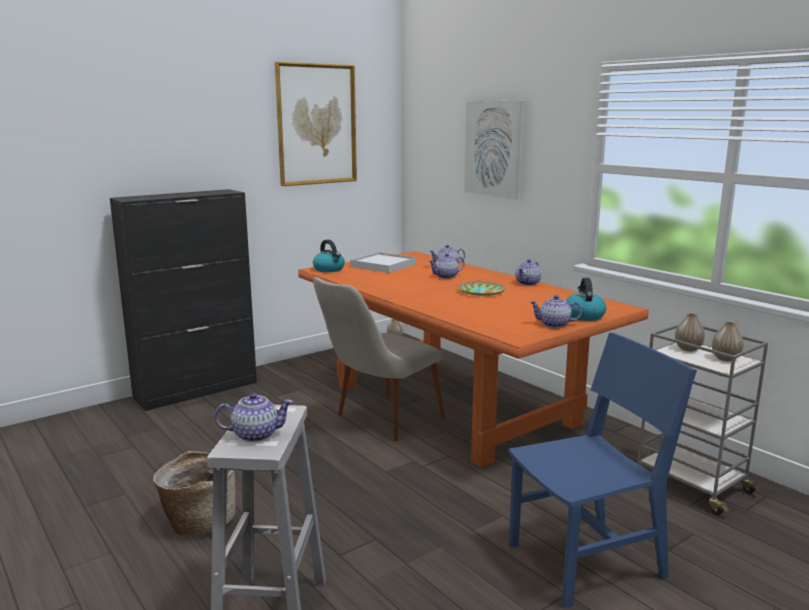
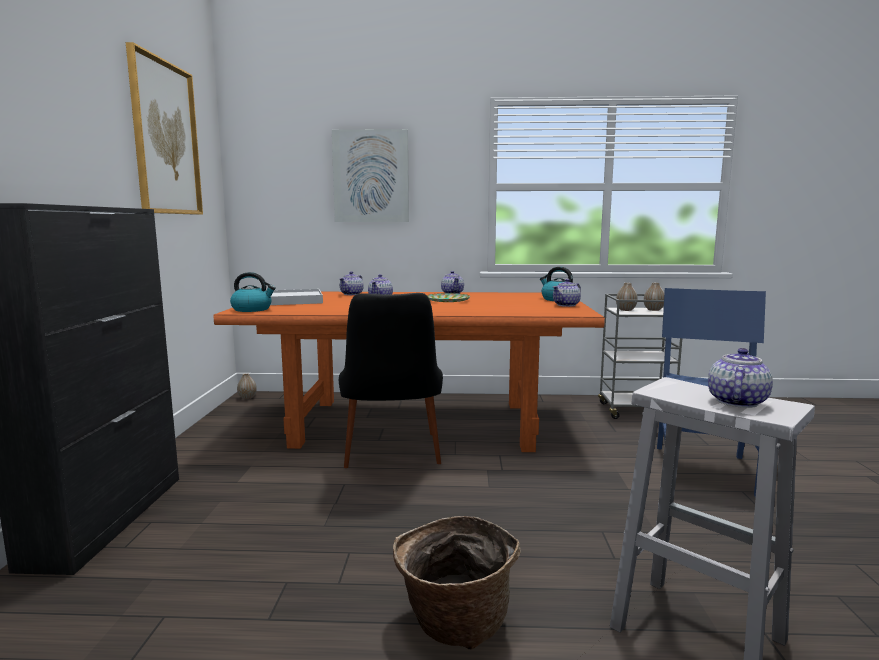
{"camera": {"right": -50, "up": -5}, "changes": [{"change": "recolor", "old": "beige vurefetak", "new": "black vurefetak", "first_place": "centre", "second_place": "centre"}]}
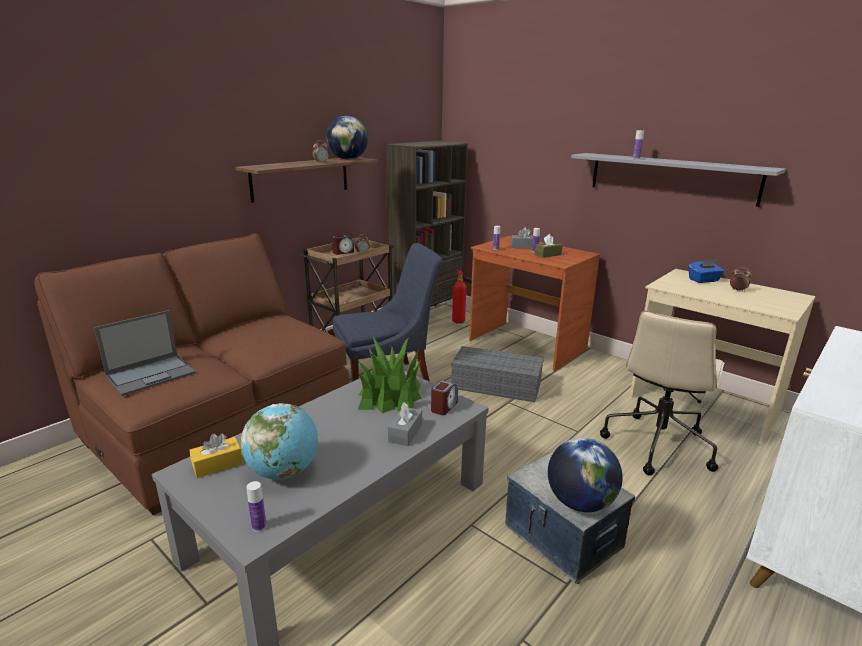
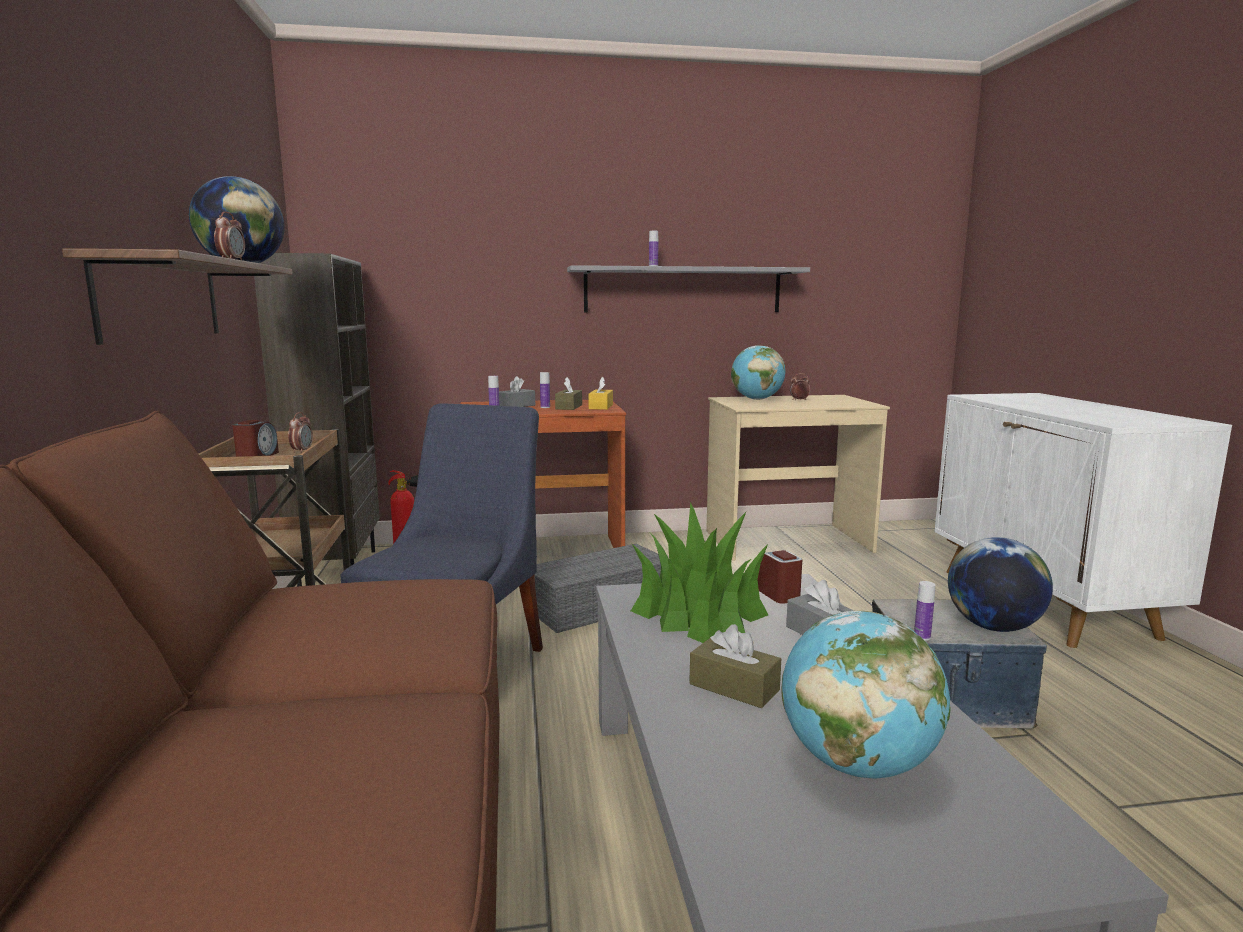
{"camera": {"right": -50, "up": -10}, "changes": [{"change": "delete", "old": "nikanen", "first_place": "middle left"}, {"change": "move", "old": "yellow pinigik", "first_place": "bottom left", "second_place": "centre"}, {"change": "move", "old": "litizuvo (1st from left in the first image)", "new": "litizuvo (4th from left)", "first_place": "bottom left", "second_place": "middle right"}, {"change": "delete", "old": "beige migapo", "first_place": "middle right"}, {"change": "replace", "old": "blue pinigik", "new": "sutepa (2nd from left)", "first_place": "middle right", "second_place": "centre"}, {"change": "insert", "new": "brown pinigik (2nd from left)", "second_place": "bottom centre"}]}
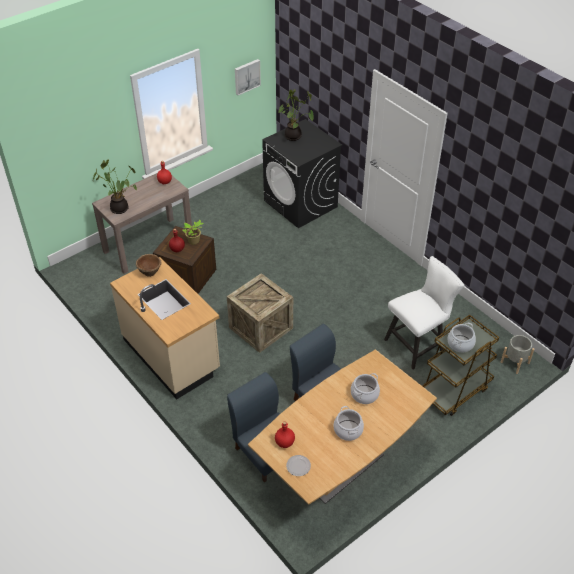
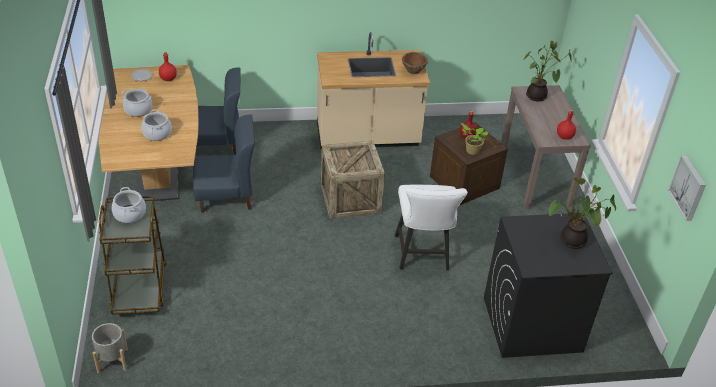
{"camera": {"right": 120, "up": -5}, "changes": [{"change": "move", "old": "white vurefetak", "first_place": "middle right", "second_place": "centre"}]}
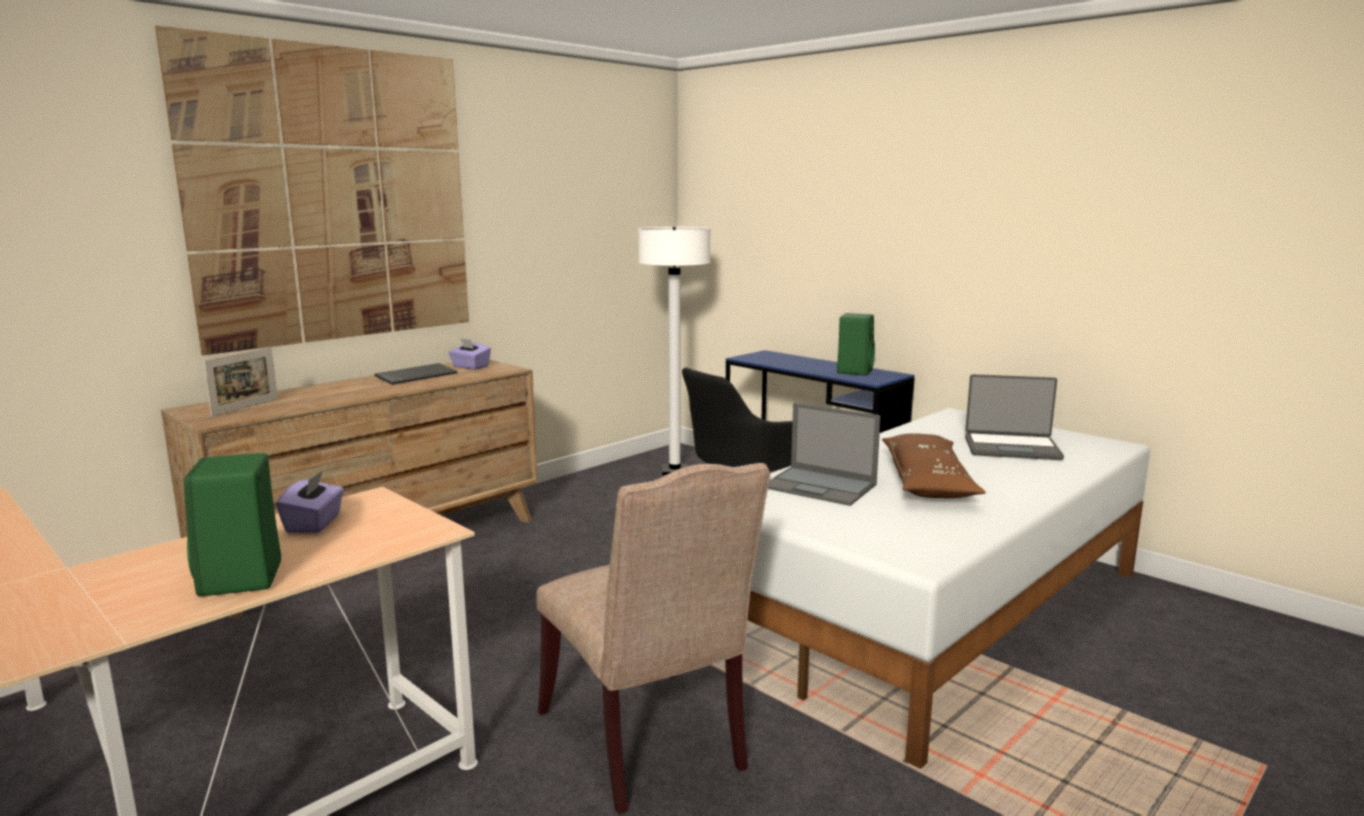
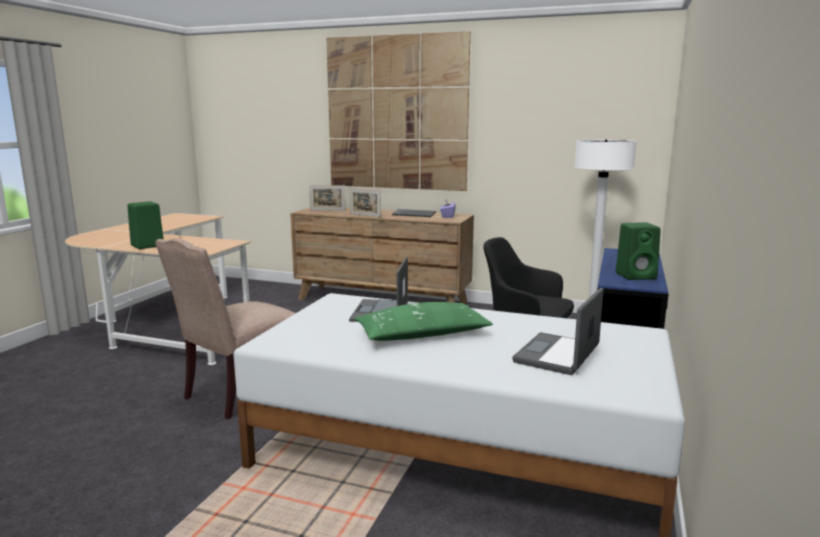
{"camera": {"right": 65, "up": 0}, "changes": [{"change": "delete", "old": "purple pinigik (1st from left)", "first_place": "middle left"}, {"change": "recolor", "old": "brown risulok", "new": "green risulok", "first_place": "middle right", "second_place": "centre"}, {"change": "rotate", "old": "nikanen (2nd from left)", "first_place": "middle right", "second_place": "middle right", "degrees": 45}, {"change": "insert", "new": "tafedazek (2nd from left)", "second_place": "centre"}]}
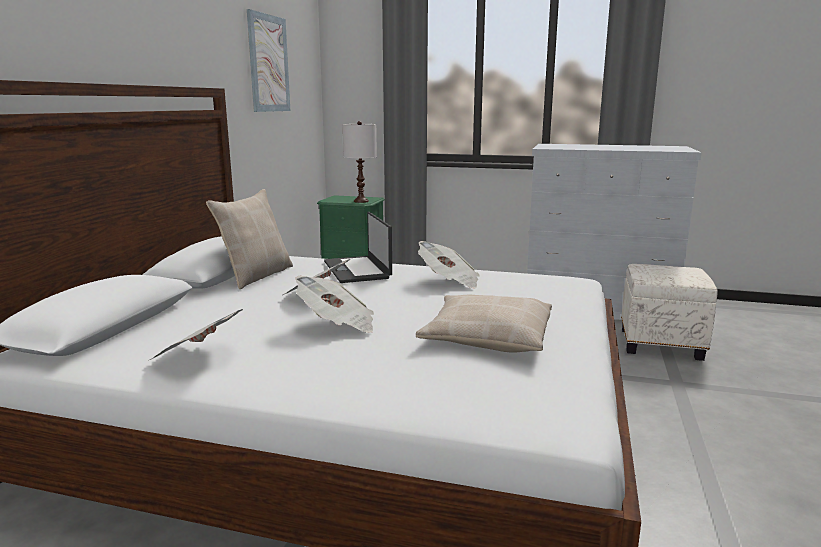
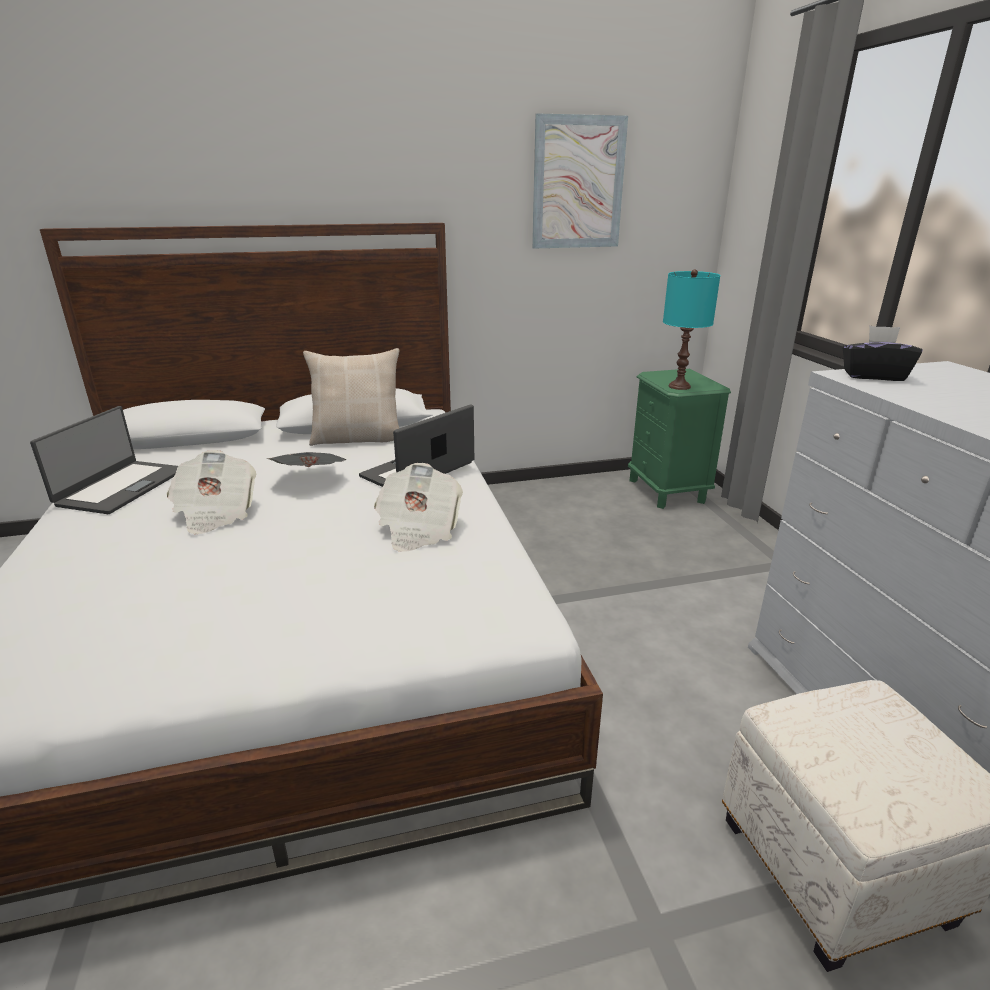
{"camera": {"right": 60, "up": 10}, "changes": [{"change": "replace", "old": "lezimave (1st from left)", "new": "nikanen (1st from left)", "first_place": "middle left", "second_place": "middle left"}, {"change": "recolor", "old": "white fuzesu", "new": "turquoise fuzesu", "first_place": "top centre", "second_place": "top right"}, {"change": "delete", "old": "beige risulok (2nd from left)", "first_place": "centre"}, {"change": "insert", "new": "black pinigik", "second_place": "middle right"}]}
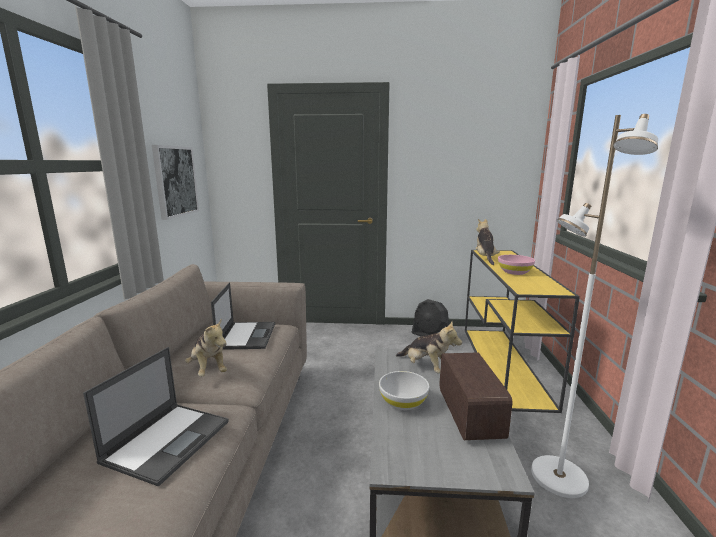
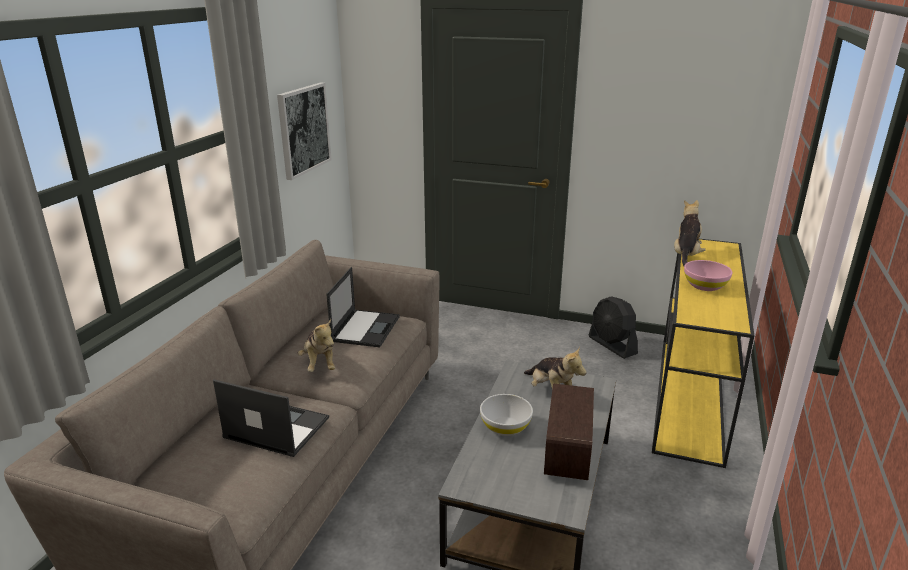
{"camera": {"right": 15, "up": 10}, "changes": [{"change": "rotate", "old": "nikanen (1st from left)", "first_place": "bottom left", "second_place": "bottom left", "degrees": -105}, {"change": "delete", "old": "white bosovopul", "first_place": "middle right"}]}
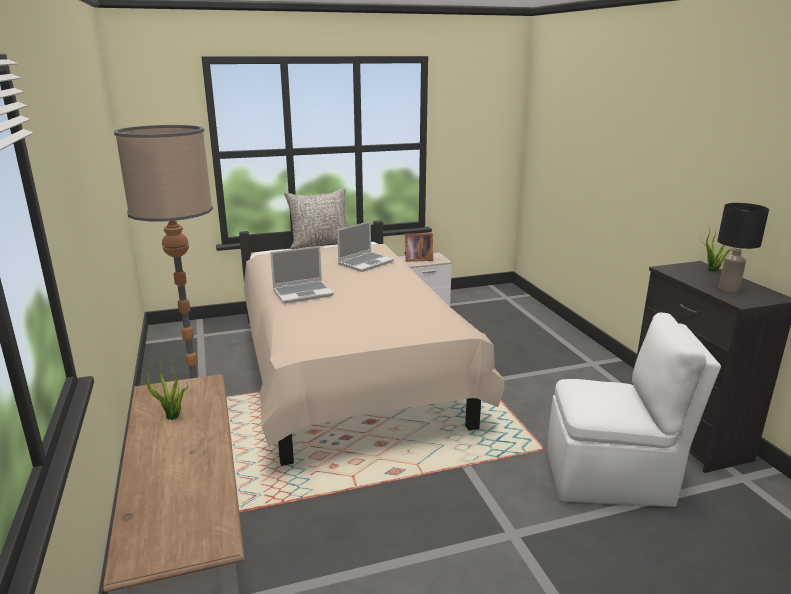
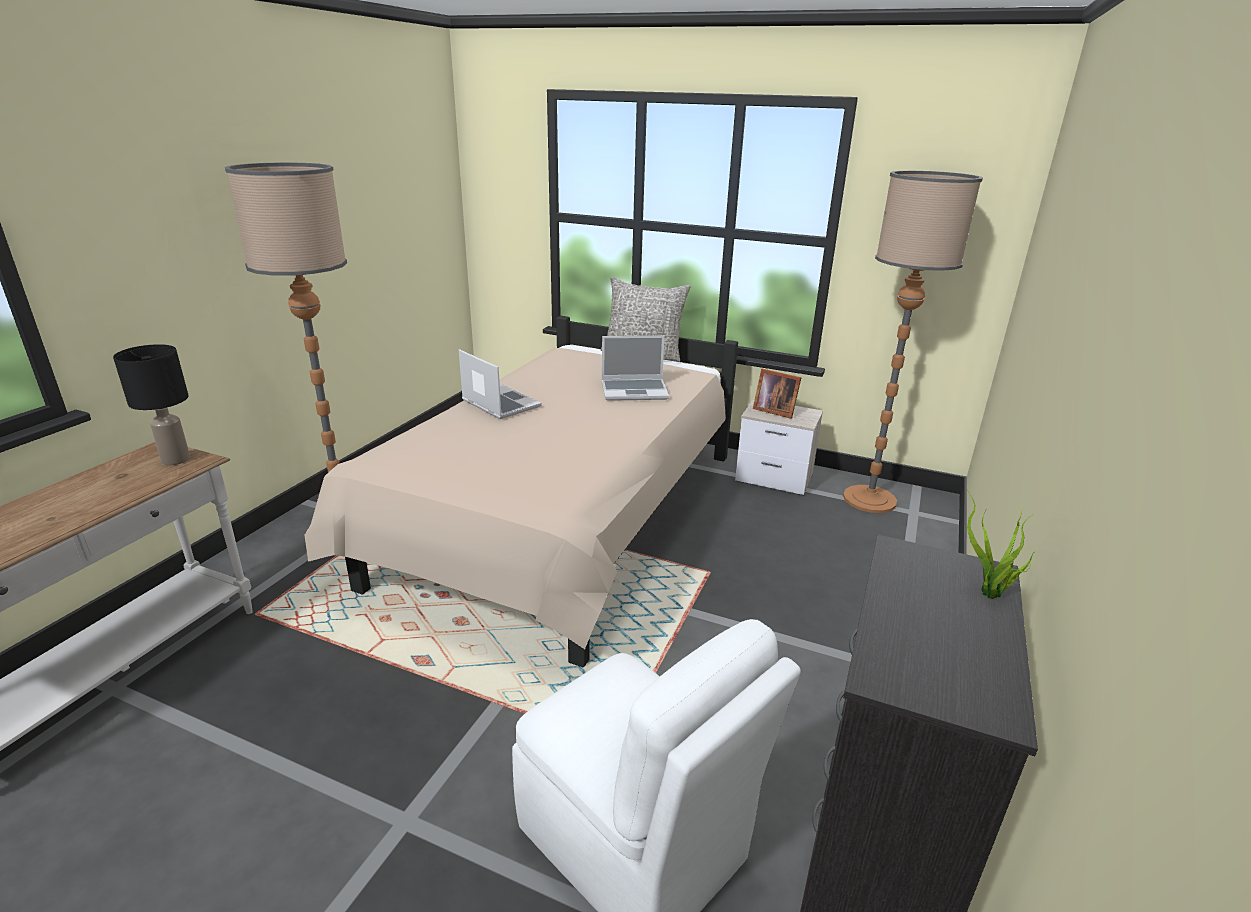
{"camera": {"right": 40, "up": 5}, "changes": [{"change": "delete", "old": "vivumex (1st from left)", "first_place": "middle left"}, {"change": "rotate", "old": "nikanen (1st from left)", "first_place": "centre", "second_place": "centre", "degrees": -150}, {"change": "move", "old": "black fuzesu", "first_place": "middle right", "second_place": "middle left"}, {"change": "insert", "new": "bosovopul (2nd from left)", "second_place": "middle right"}]}
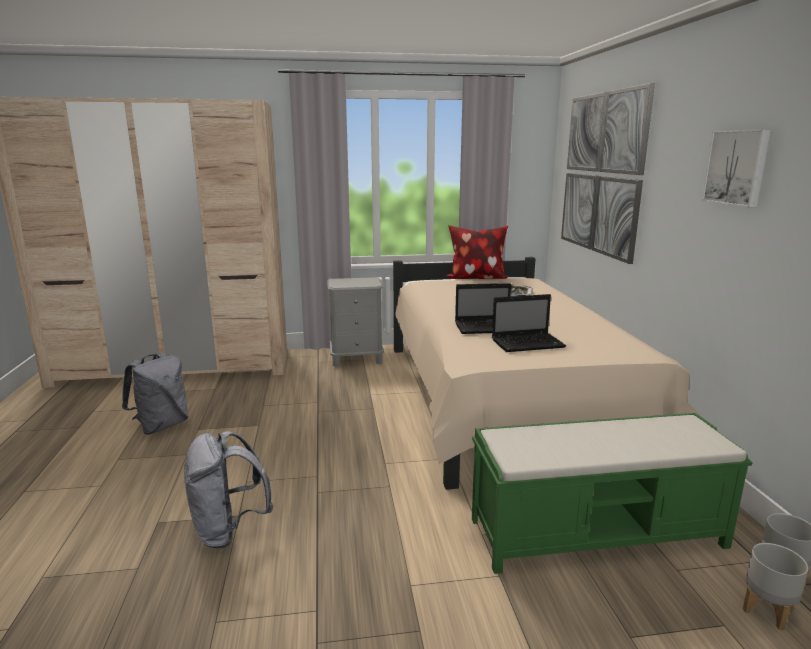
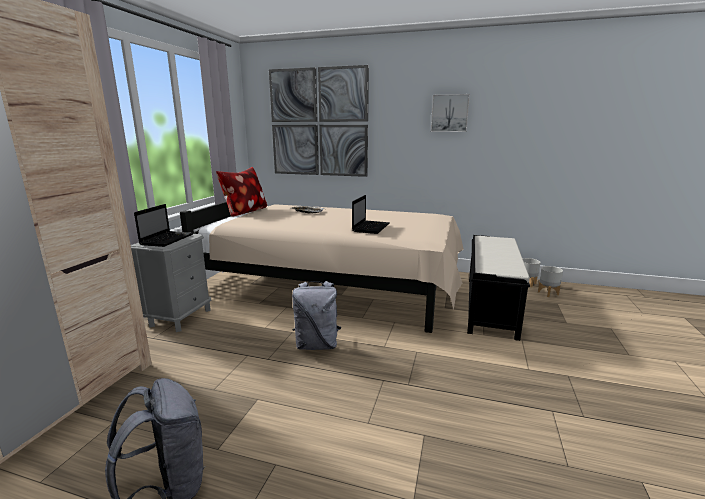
{"camera": {"right": -65, "up": 0}, "changes": [{"change": "move", "old": "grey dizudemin (2nd from left)", "first_place": "bottom left", "second_place": "centre"}, {"change": "recolor", "old": "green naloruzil", "new": "black naloruzil", "first_place": "bottom right", "second_place": "middle right"}, {"change": "move", "old": "nikanen (2nd from left in the first image)", "new": "nikanen (1st from left)", "first_place": "centre", "second_place": "middle left"}]}
